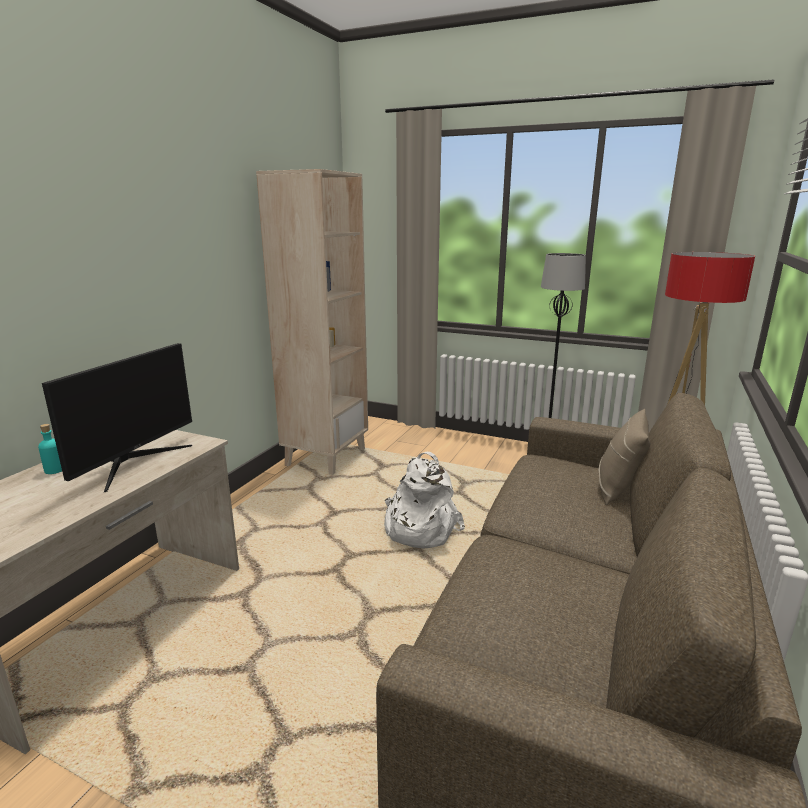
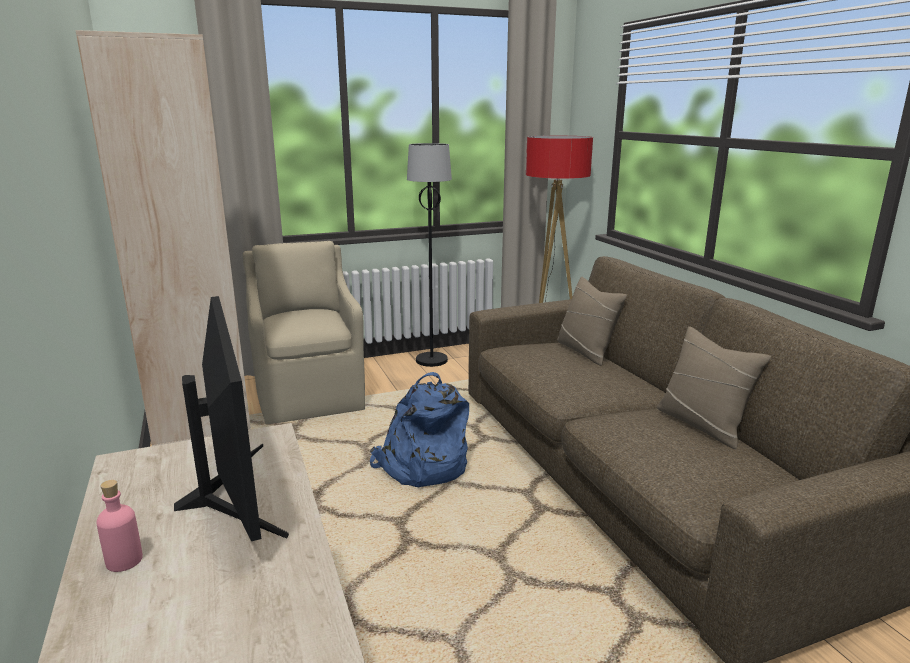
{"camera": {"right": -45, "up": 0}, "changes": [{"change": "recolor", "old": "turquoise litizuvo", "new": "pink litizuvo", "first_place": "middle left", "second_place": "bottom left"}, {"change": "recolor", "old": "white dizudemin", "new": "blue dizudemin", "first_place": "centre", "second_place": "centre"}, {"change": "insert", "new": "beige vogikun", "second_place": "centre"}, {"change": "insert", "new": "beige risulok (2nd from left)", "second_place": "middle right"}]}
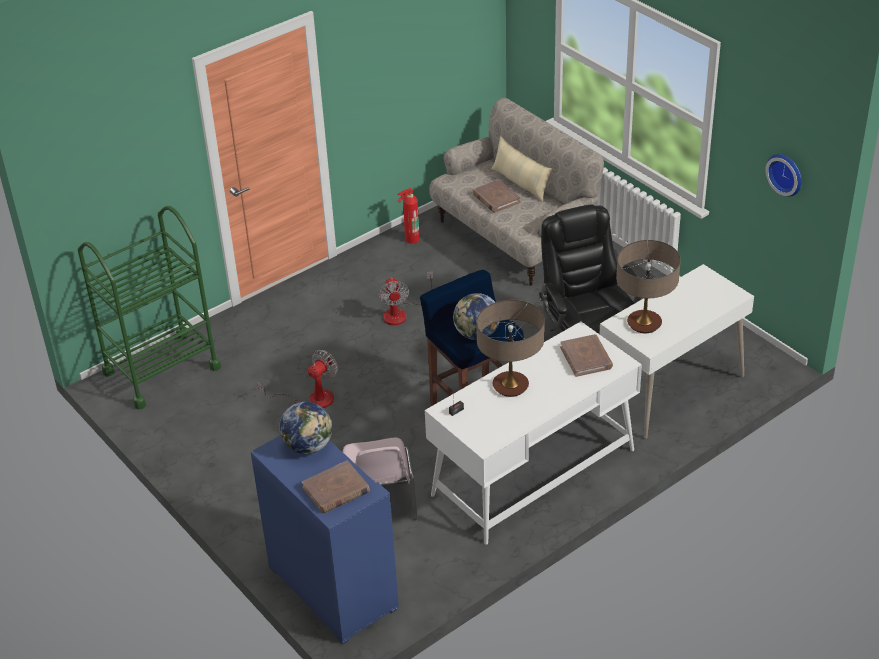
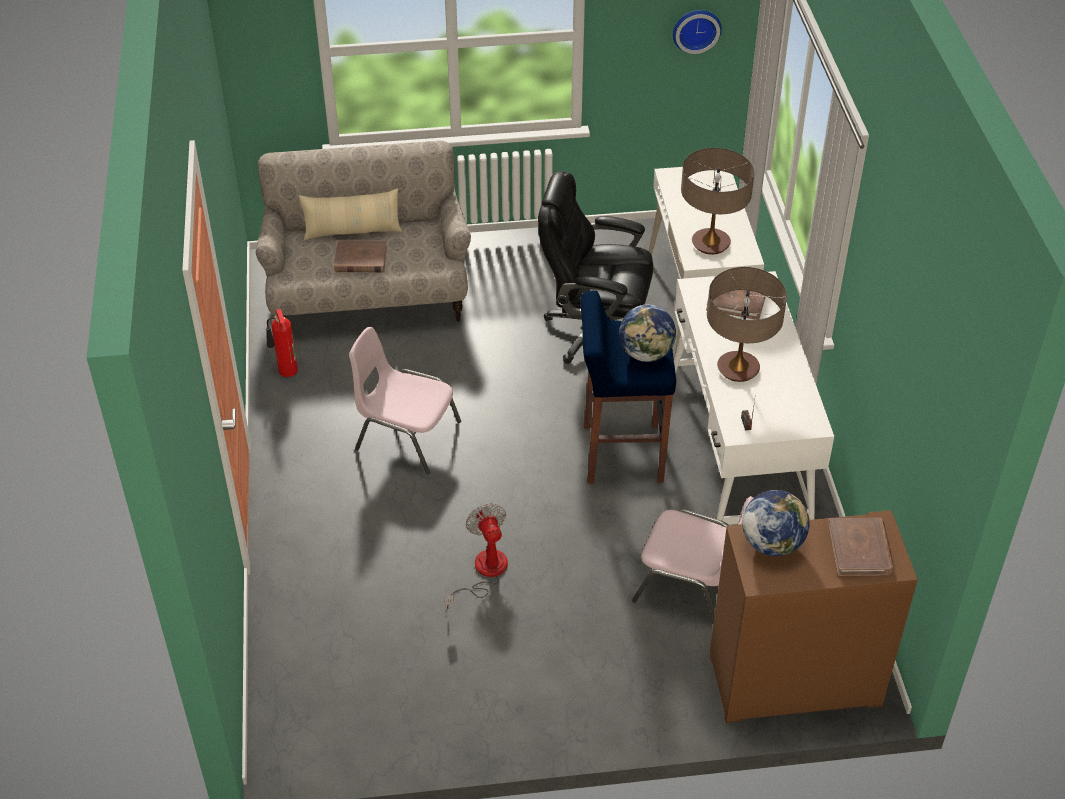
{"camera": {"right": -60, "up": 5}, "changes": [{"change": "delete", "old": "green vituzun", "first_place": "middle left"}, {"change": "recolor", "old": "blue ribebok", "new": "brown ribebok", "first_place": "bottom centre", "second_place": "bottom right"}, {"change": "replace", "old": "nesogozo (2nd from left)", "new": "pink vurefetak (1st from left)", "first_place": "centre", "second_place": "centre"}]}
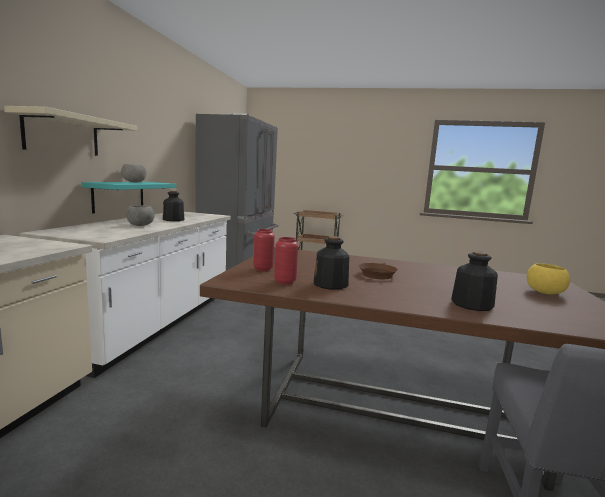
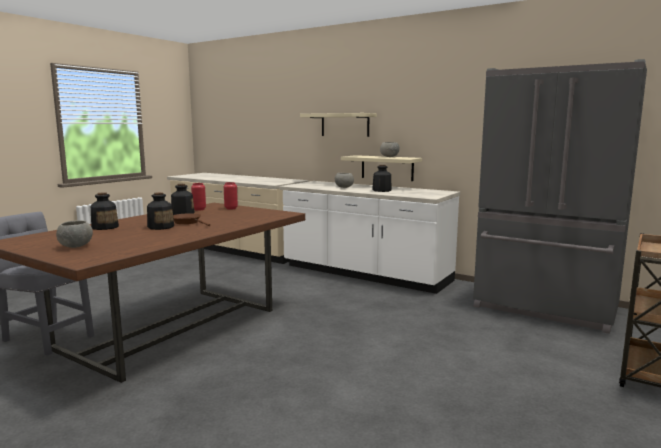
{"camera": {"right": 110, "up": 0}, "changes": [{"change": "recolor", "old": "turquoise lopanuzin", "new": "beige lopanuzin (2nd from left)", "first_place": "middle left", "second_place": "centre"}, {"change": "recolor", "old": "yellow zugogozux", "new": "grey zugogozux (1st from left)", "first_place": "middle right", "second_place": "middle left"}, {"change": "insert", "new": "litizuvo (2nd from left)", "second_place": "middle left"}]}
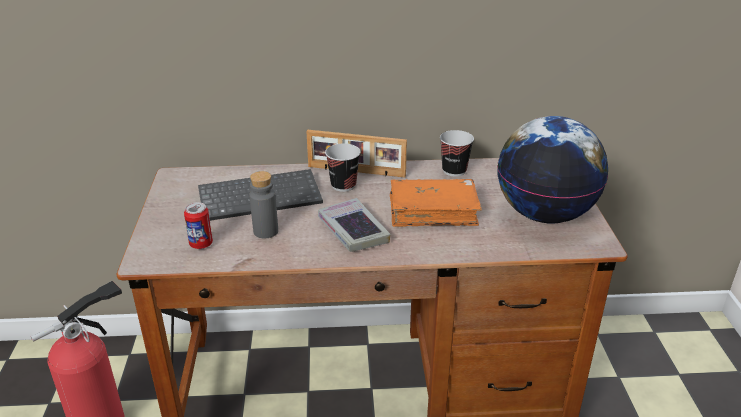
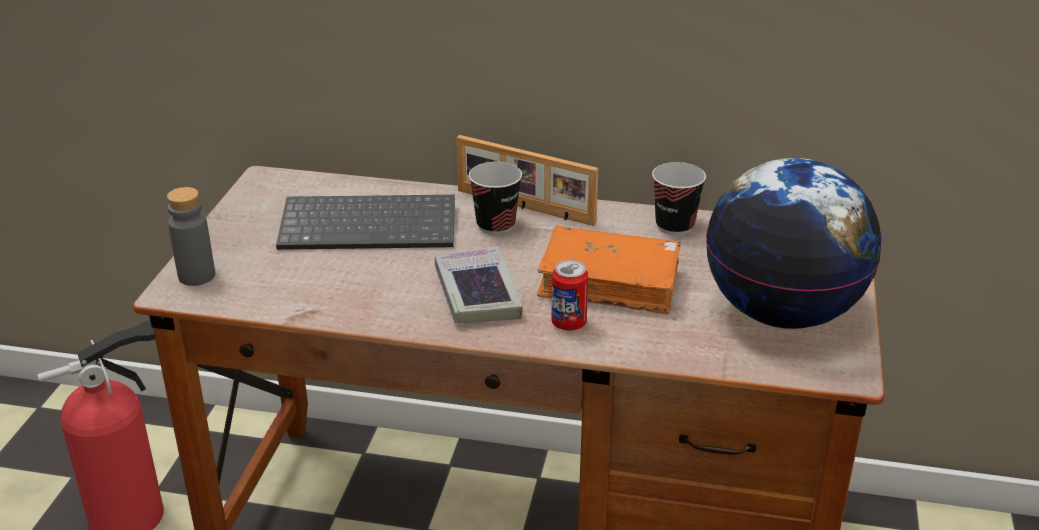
{"camera": {"right": 15, "up": 0}, "changes": [{"change": "move", "old": "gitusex", "first_place": "middle left", "second_place": "centre"}, {"change": "move", "old": "grey litizuvo", "first_place": "centre", "second_place": "middle left"}]}
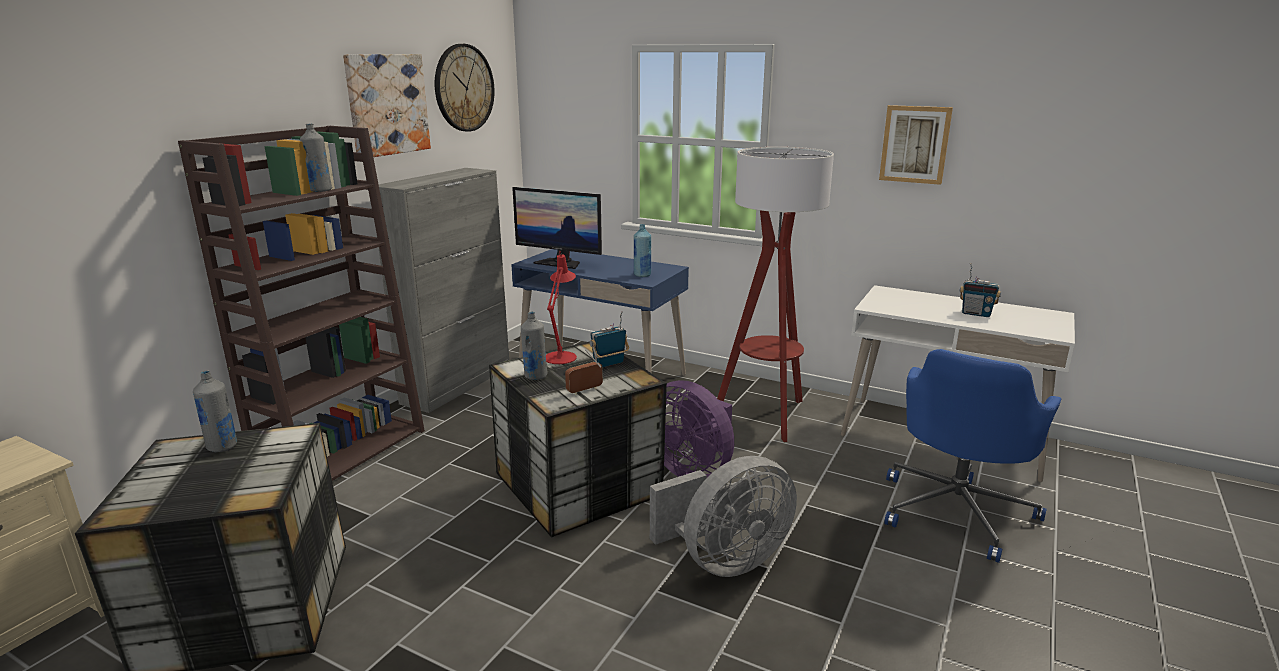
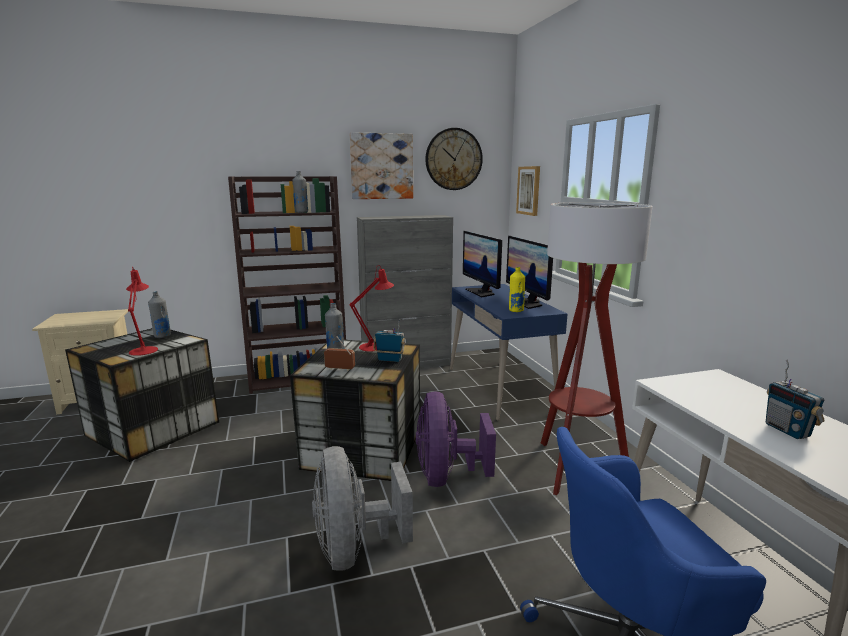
{"camera": {"right": 45, "up": -5}, "changes": [{"change": "recolor", "old": "blue litizuvo", "new": "yellow litizuvo", "first_place": "centre", "second_place": "centre"}, {"change": "rotate", "old": "grey nesogozo", "first_place": "bottom centre", "second_place": "bottom centre", "degrees": 60}, {"change": "move", "old": "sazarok (2nd from left)", "first_place": "top right", "second_place": "top centre"}, {"change": "insert", "new": "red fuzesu (1st from left)", "second_place": "middle left"}, {"change": "insert", "new": "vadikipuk (2nd from left)", "second_place": "centre"}]}
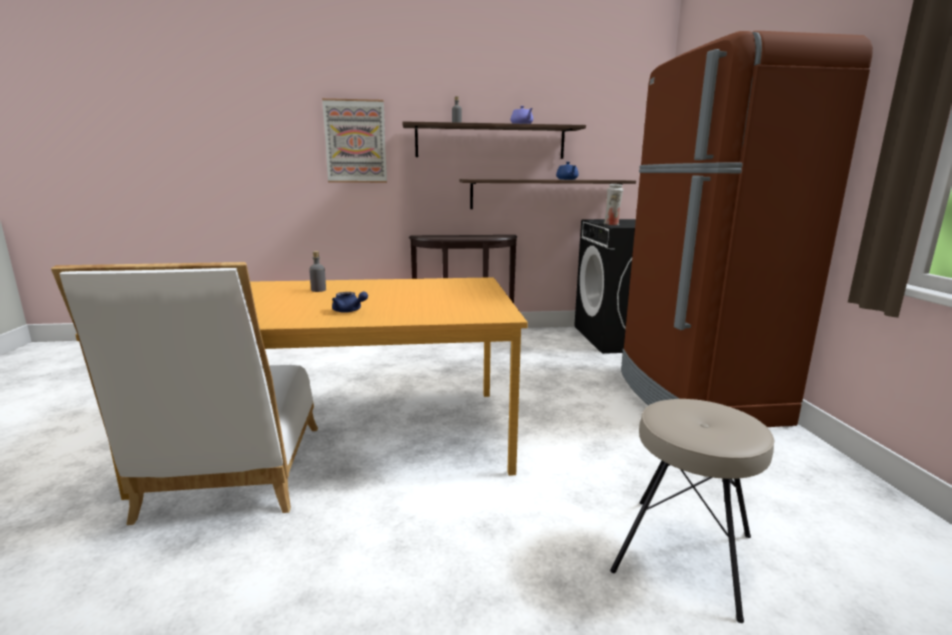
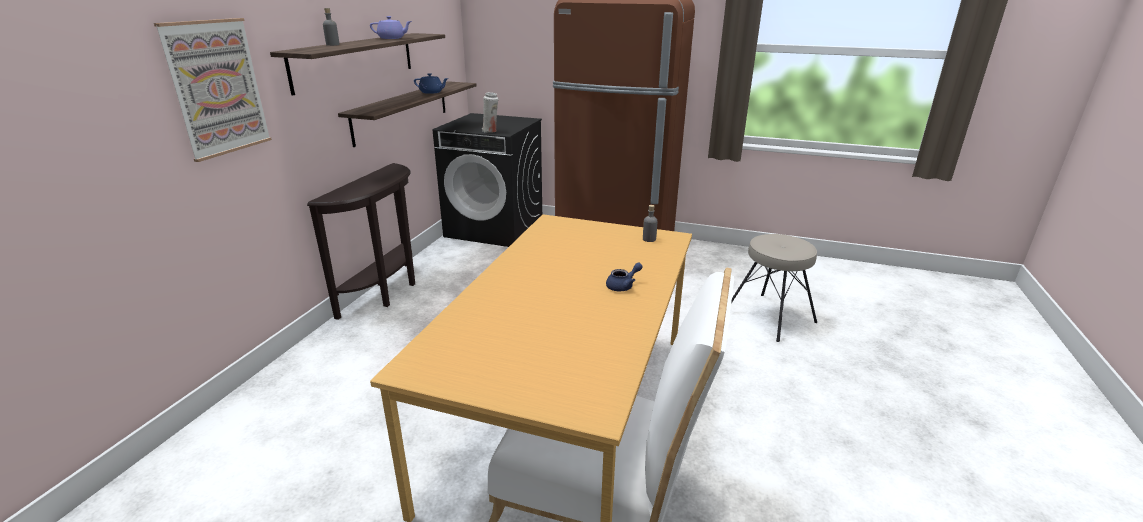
{"camera": {"right": -65, "up": 10}, "changes": [{"change": "move", "old": "grey litizuvo (1st from left in the first image)", "new": "grey litizuvo (2nd from left)", "first_place": "middle left", "second_place": "centre"}]}
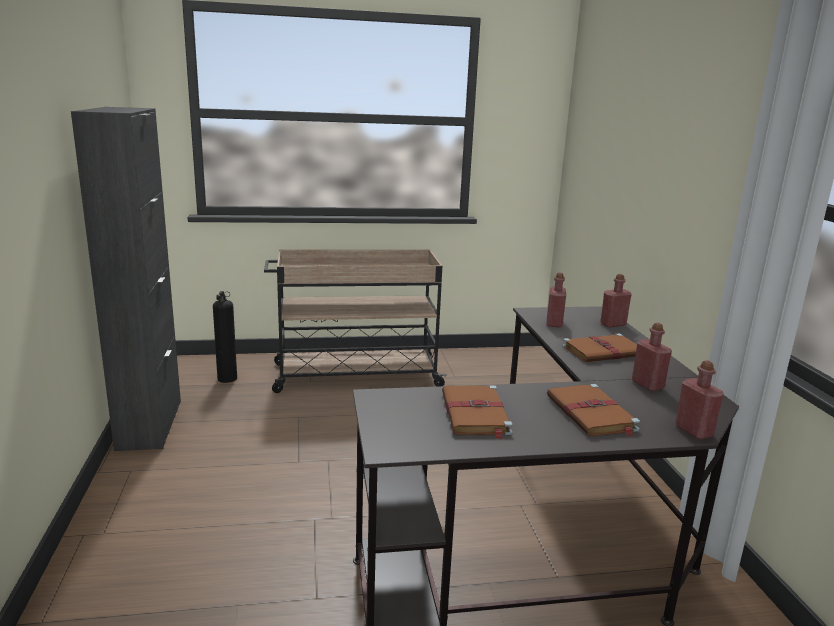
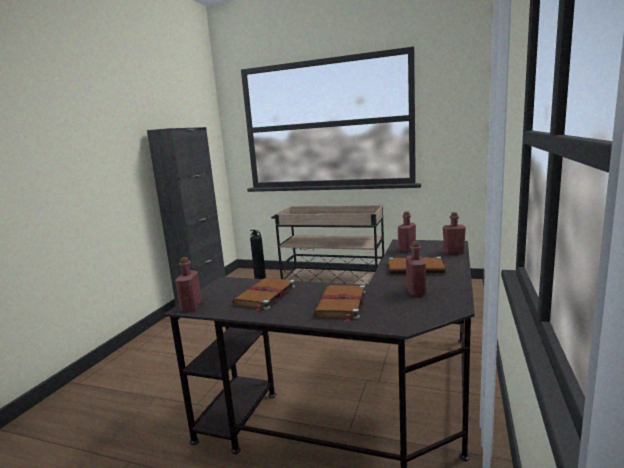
{"camera": {"right": 30, "up": -5}, "changes": [{"change": "move", "old": "red litizuvo (4th from left in the first image)", "new": "red litizuvo (1st from left)", "first_place": "middle right", "second_place": "middle left"}]}
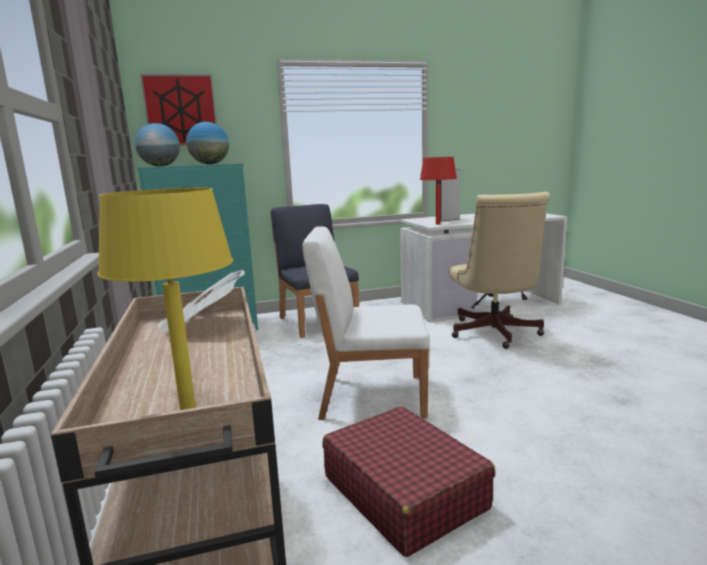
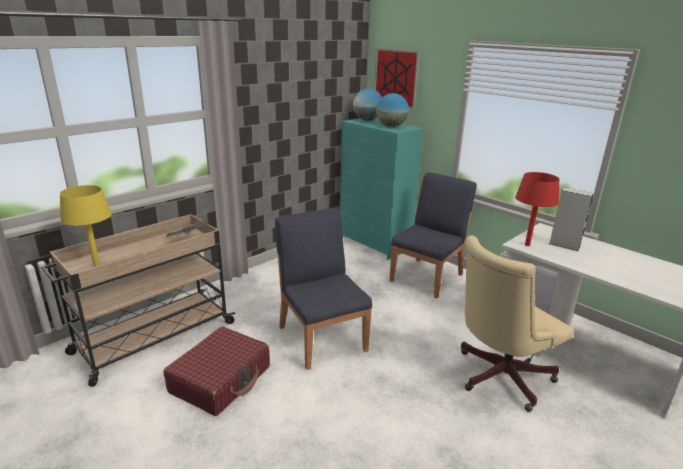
{"camera": {"right": 60, "up": 10}, "changes": [{"change": "recolor", "old": "white vurefetak", "new": "blue vurefetak (1st from left)", "first_place": "centre", "second_place": "centre"}]}
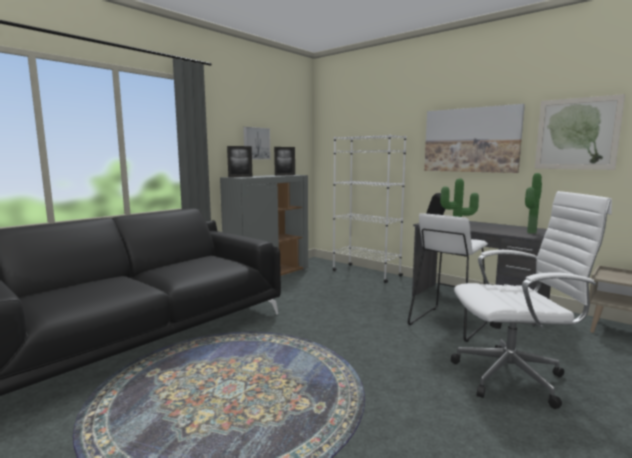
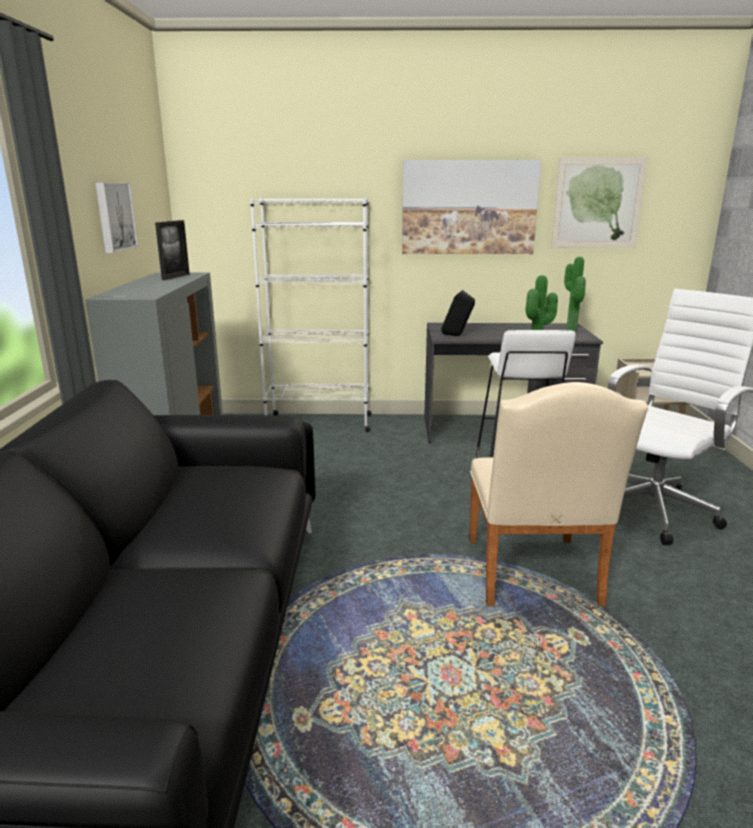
{"camera": {"right": -40, "up": 10}, "changes": [{"change": "delete", "old": "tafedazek (1st from left)", "first_place": "centre"}, {"change": "insert", "new": "beige vurefetak", "second_place": "middle right"}]}
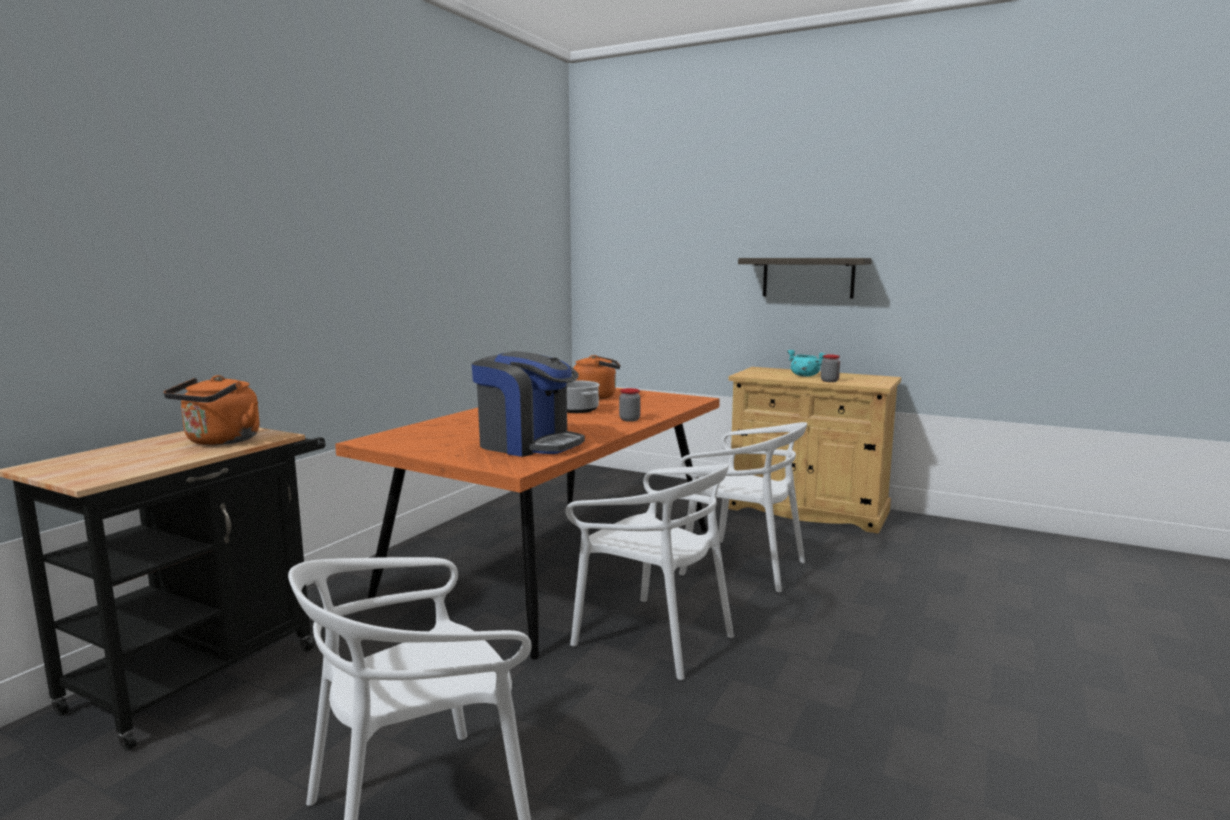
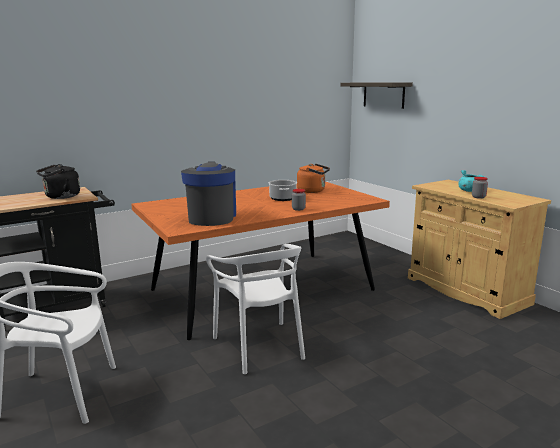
{"camera": {"right": 30, "up": 5}, "changes": [{"change": "recolor", "old": "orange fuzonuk (1st from left)", "new": "black fuzonuk", "first_place": "middle left", "second_place": "middle left"}, {"change": "rotate", "old": "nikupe", "first_place": "centre", "second_place": "centre", "degrees": -150}, {"change": "delete", "old": "white vurefetak (3rd from left)", "first_place": "centre"}, {"change": "move", "old": "lopanuzin", "first_place": "centre", "second_place": "top right"}]}
